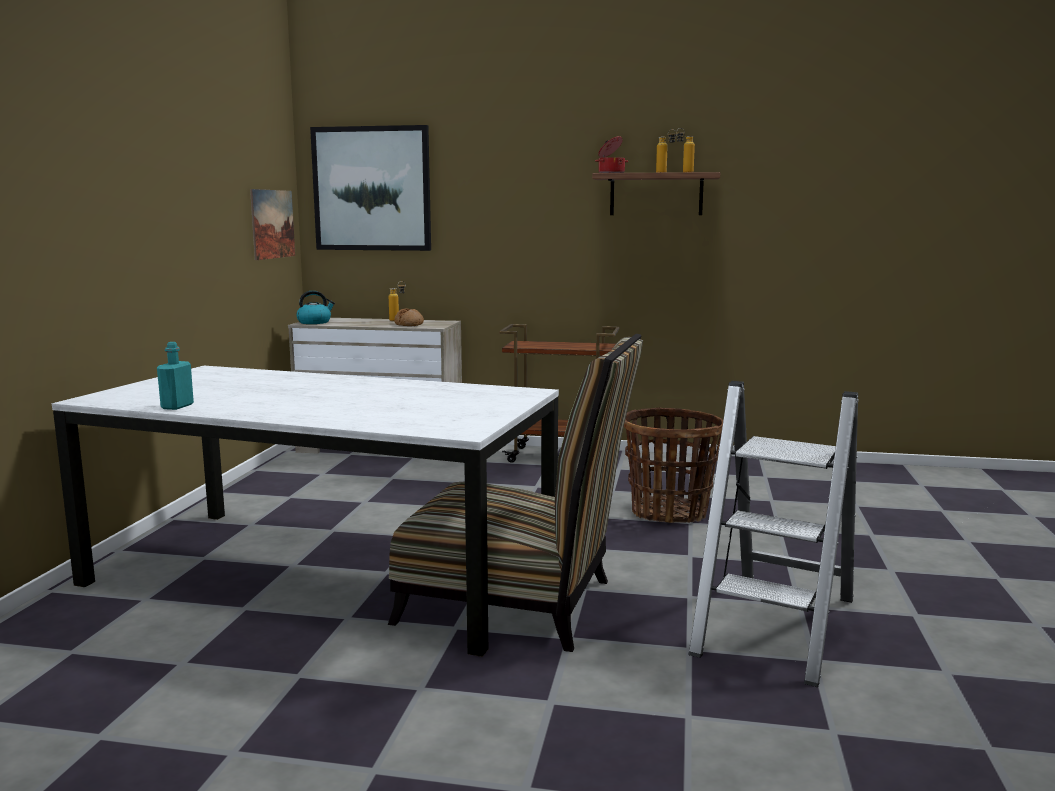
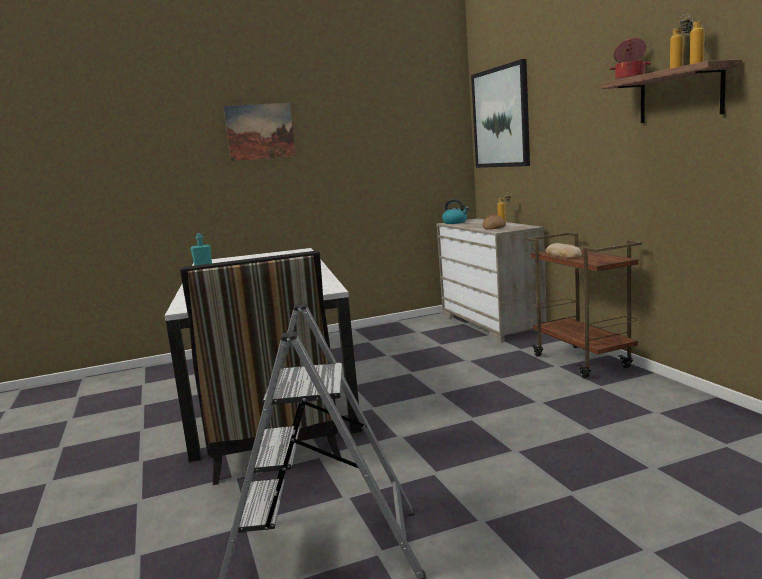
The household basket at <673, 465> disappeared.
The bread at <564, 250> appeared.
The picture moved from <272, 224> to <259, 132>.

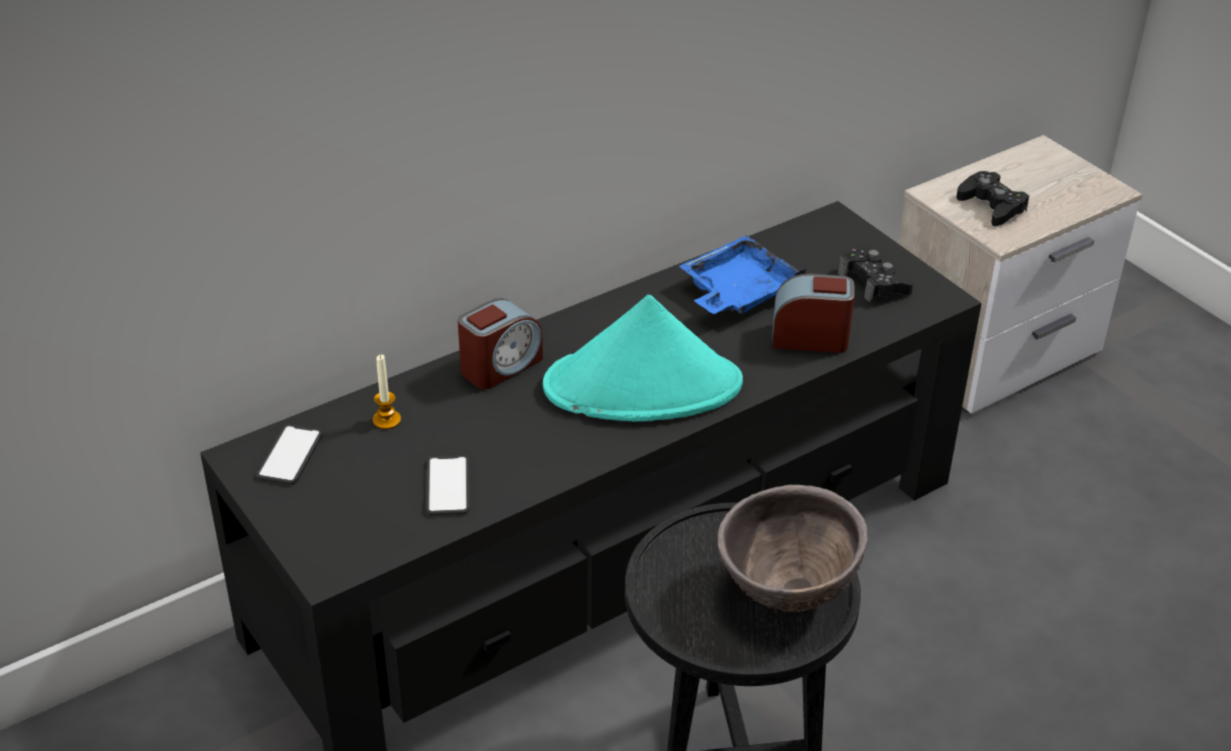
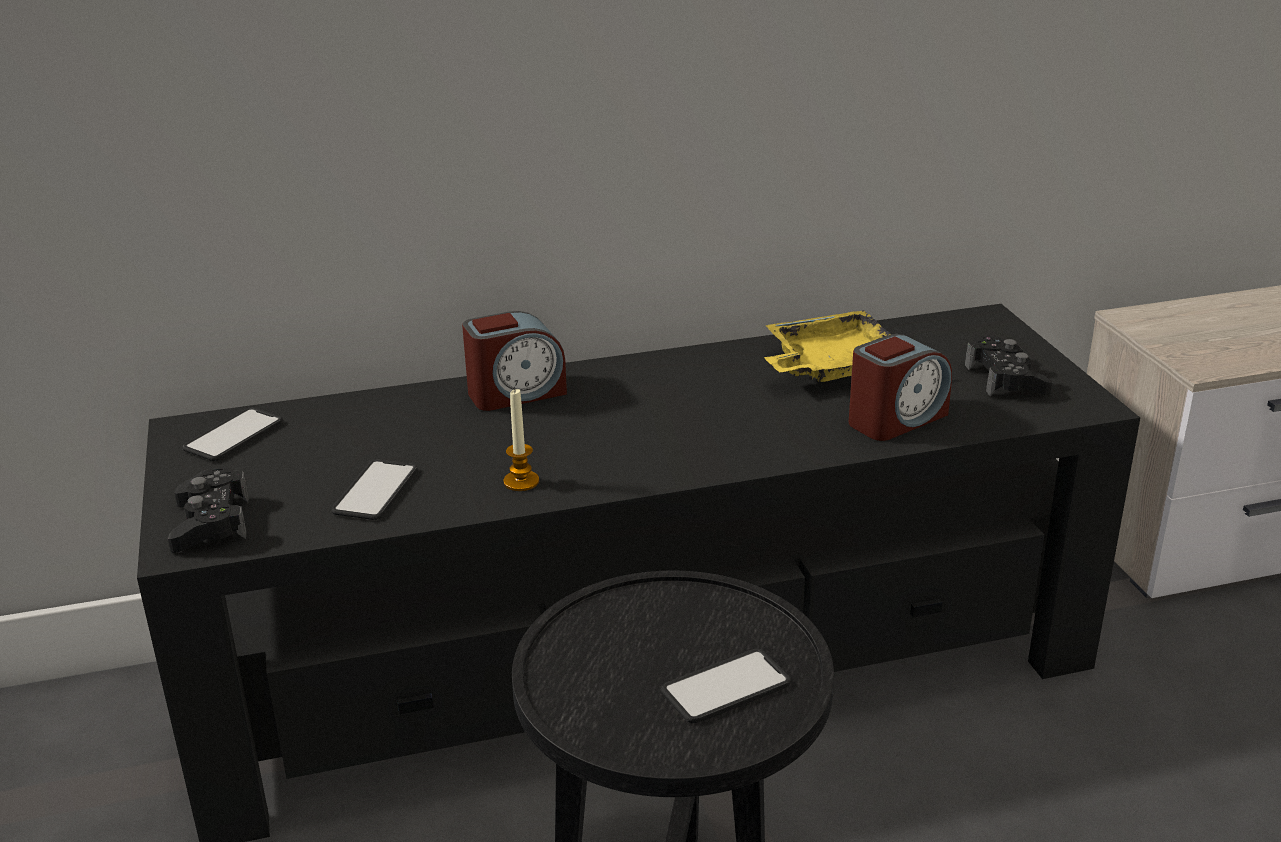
The clothing hat/blue-green at <643, 358> disappeared.
The wax light moved from <387, 391> to <521, 440>.
The gamepad/blackish moved from <992, 198> to <208, 510>.
The bowl/brown at <792, 548> was replaced by the phone at <726, 686>.
The tray/blue at <742, 274> became the tray/yellow at <828, 346>.
The table clock at <813, 313> turned 120 degrees clockwise.

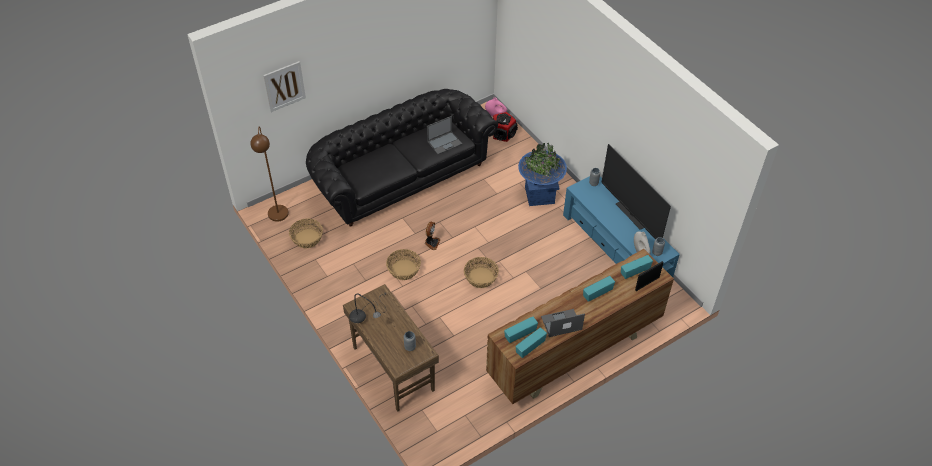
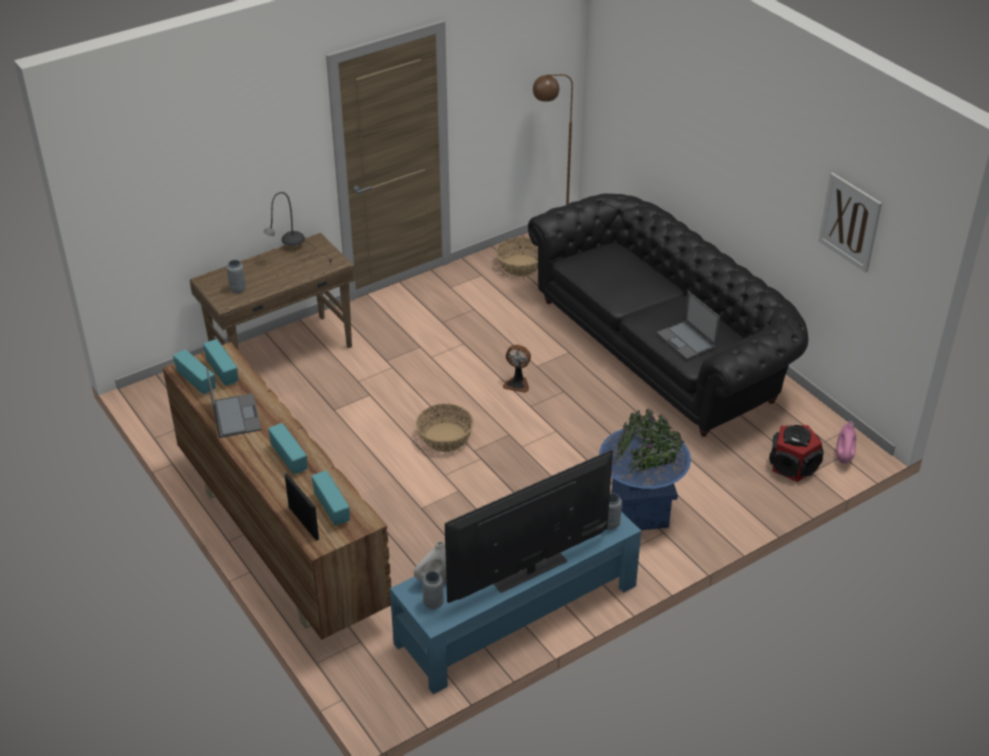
The household basket at <403, 264> disappeared.
The picture moved from <284, 86> to <850, 222>.

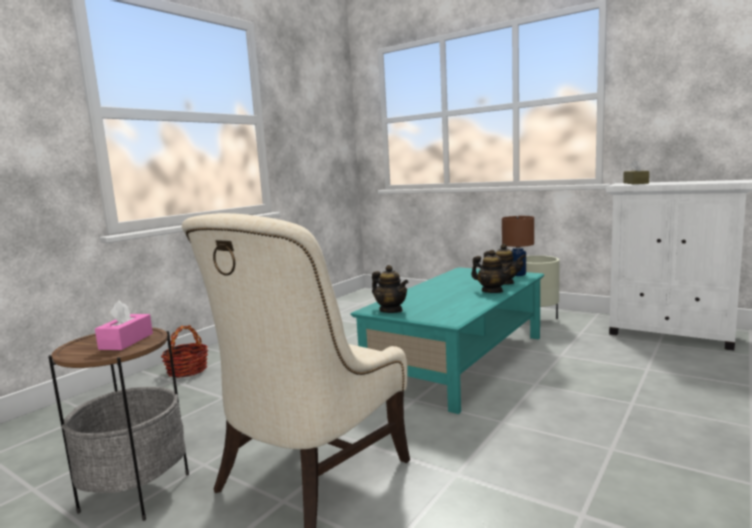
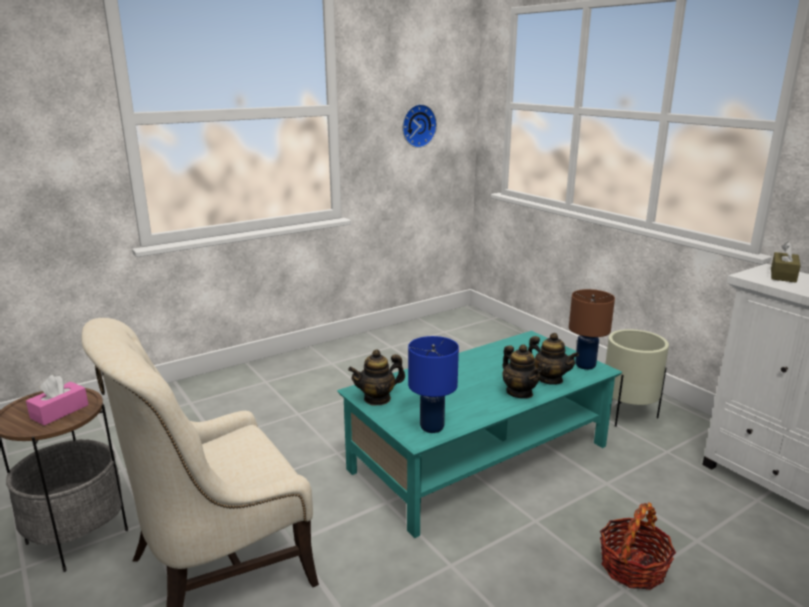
The hanging clock at <419, 126> appeared.
The table lamp/blue at <433, 384> appeared.
The household basket moved from <184, 351> to <638, 546>.
The teapot at <390, 289> turned 90 degrees clockwise.

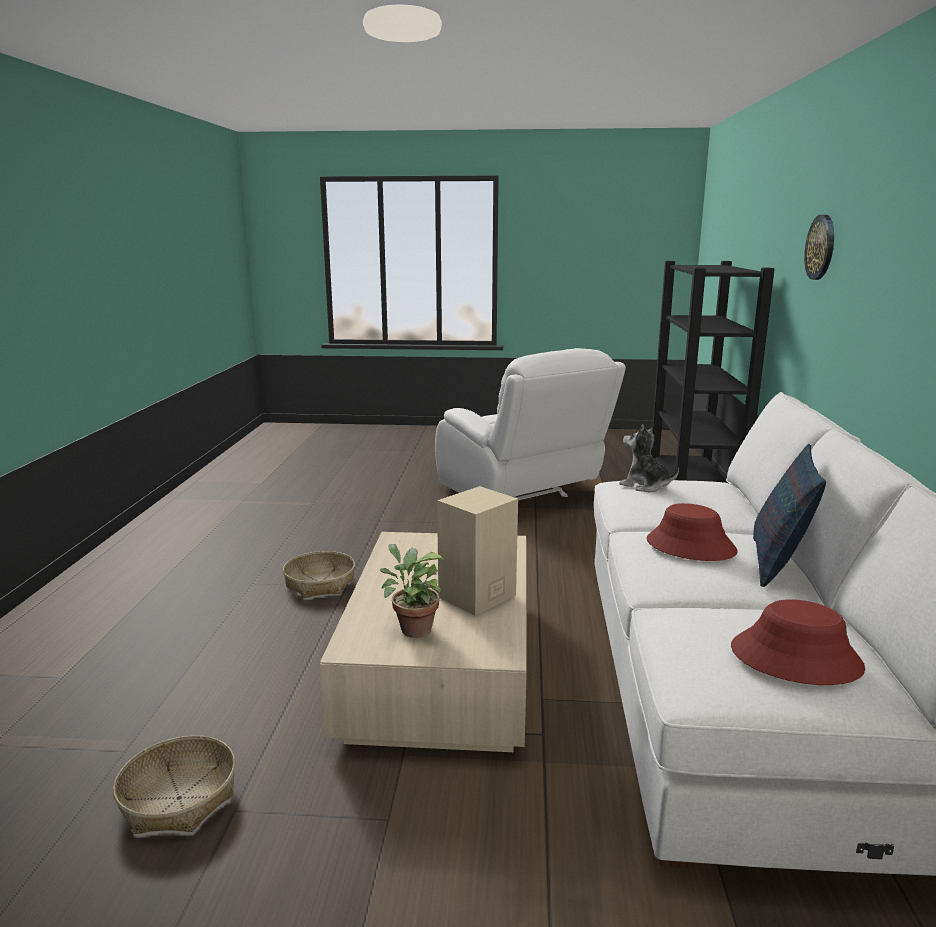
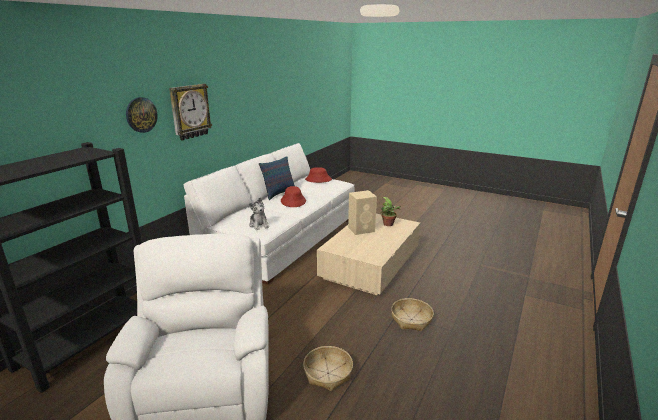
The hanging clock at <190, 112> appeared.
The household basket moved from <174, 784> to <328, 368>.

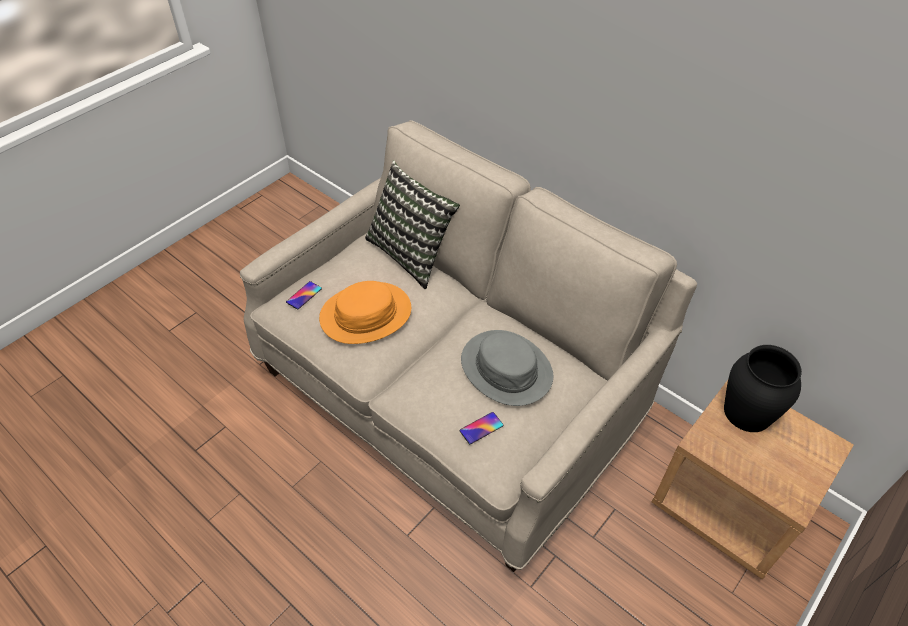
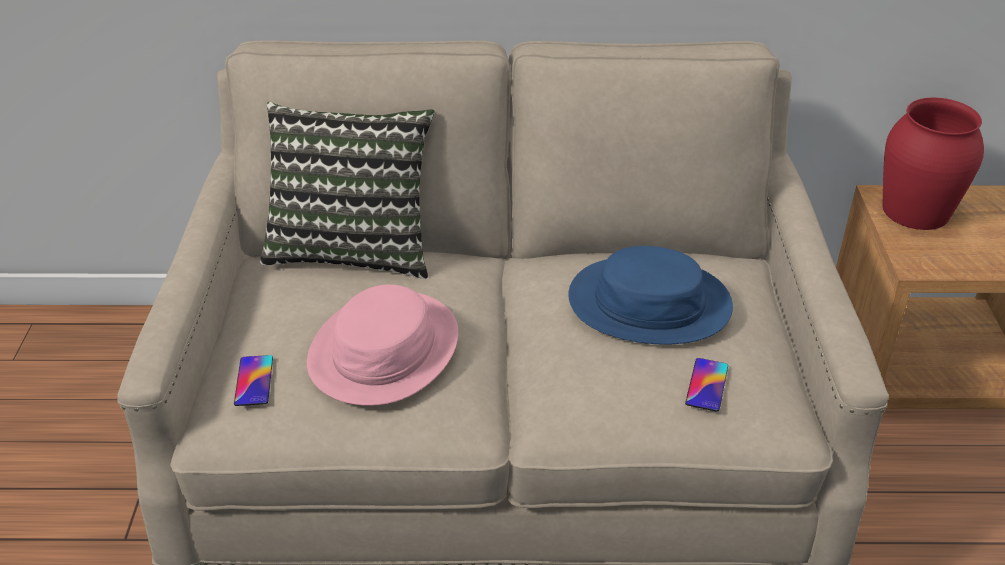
The clothing hat/orange-coloured at <365, 312> became the clothing hat/pink-coloured at <382, 345>.
The clothing hat/gray at <507, 368> became the clothing hat/blue at <650, 295>.
The vase/blackish at <763, 388> became the vase/red-coloured at <933, 164>.

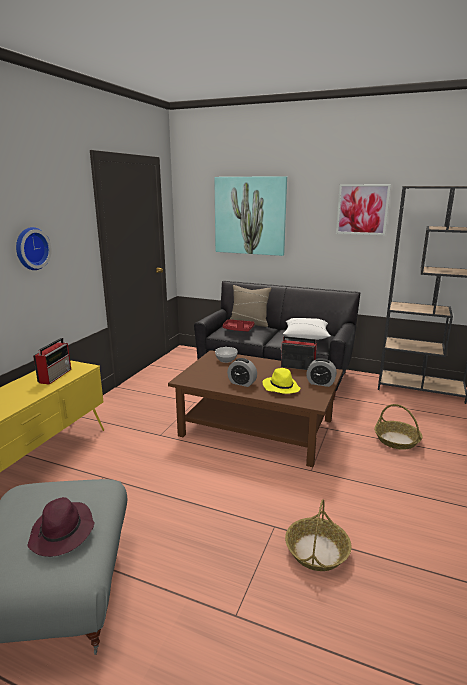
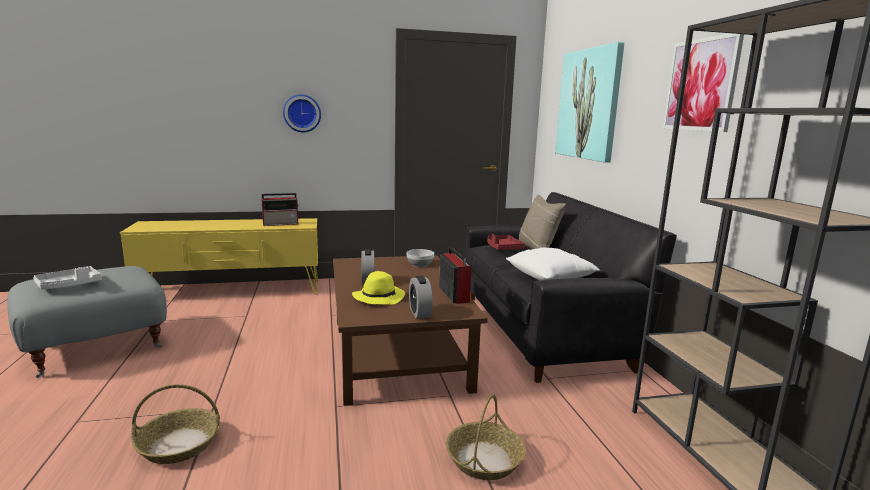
The clothing hat/purple at <61, 527> was replaced by the tray/gray at <67, 277>.

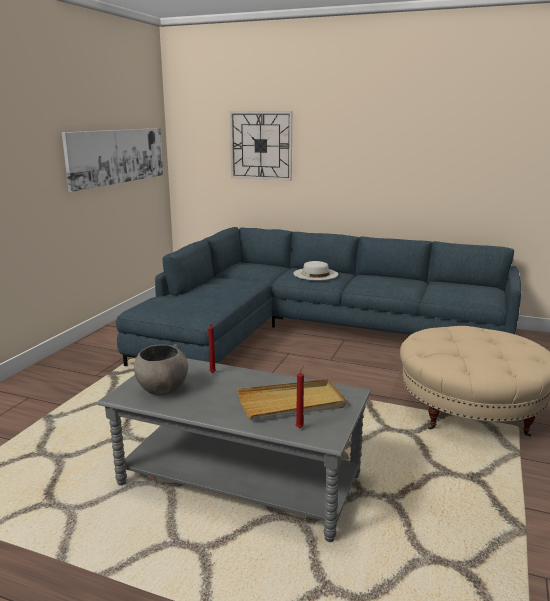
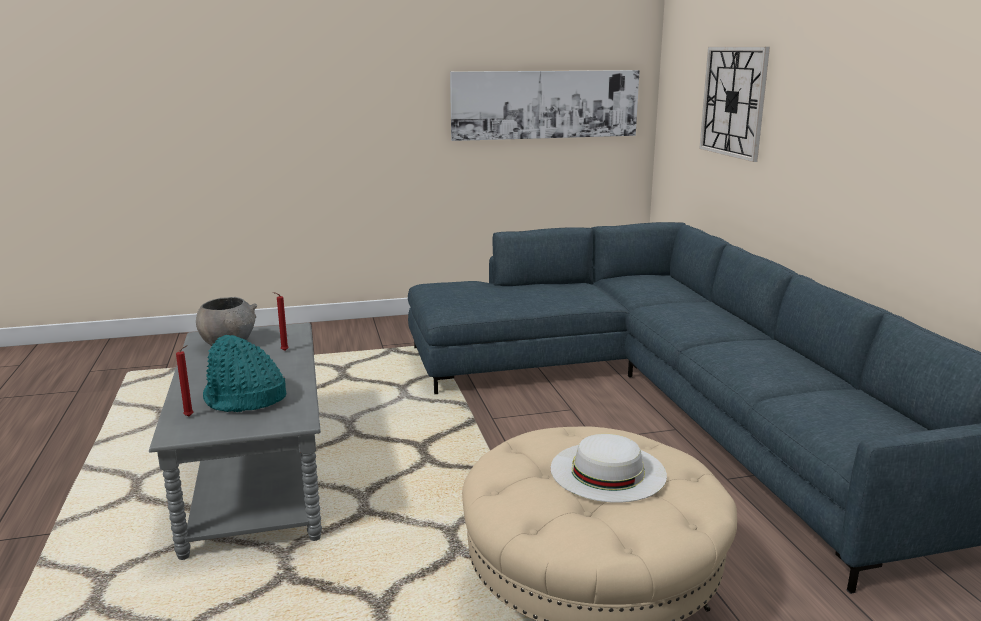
The clothing hat/whitish moved from <316, 270> to <609, 468>.
The tray/beige at <291, 399> was replaced by the clothing hat/blue-green at <244, 373>.

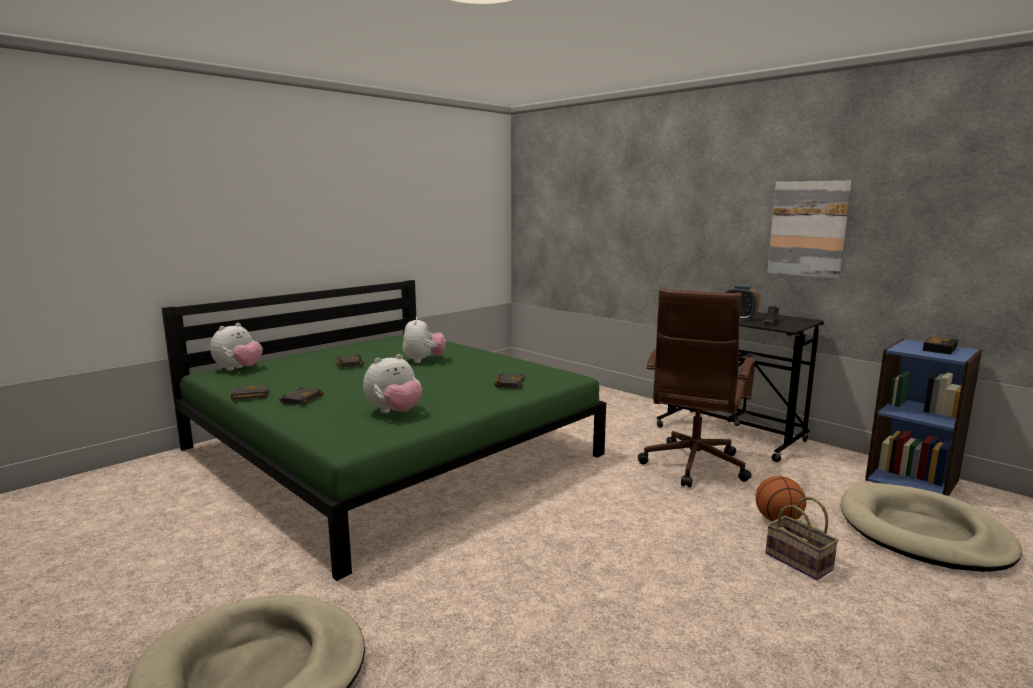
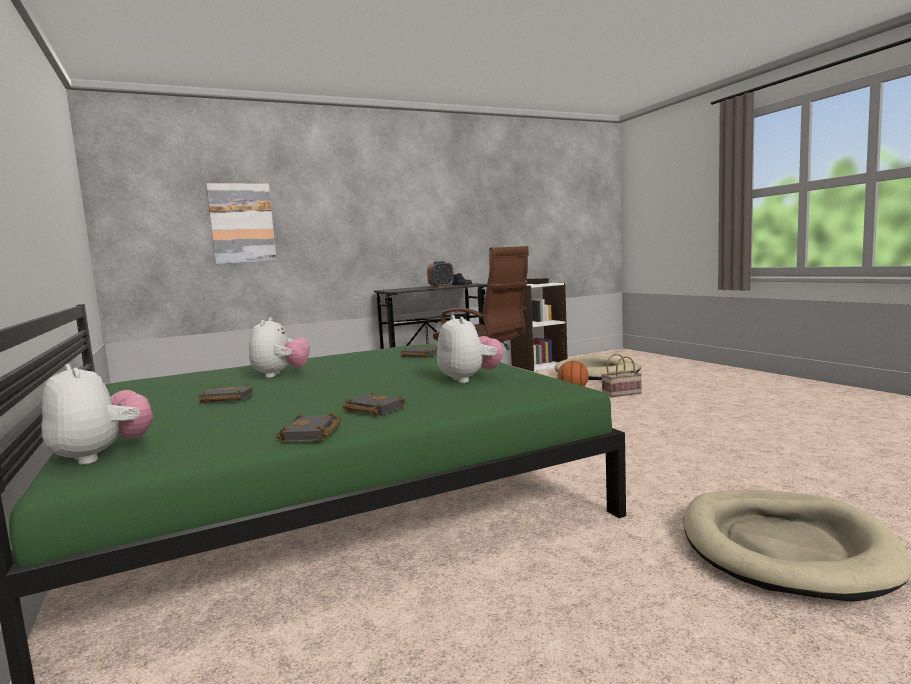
The picture moved from <809, 230> to <241, 223>.
The shelving unit/blue at <923, 417> became the shelving unit/whitish at <539, 327>.
The plush toy at <424, 340> turned 75 degrees clockwise.

